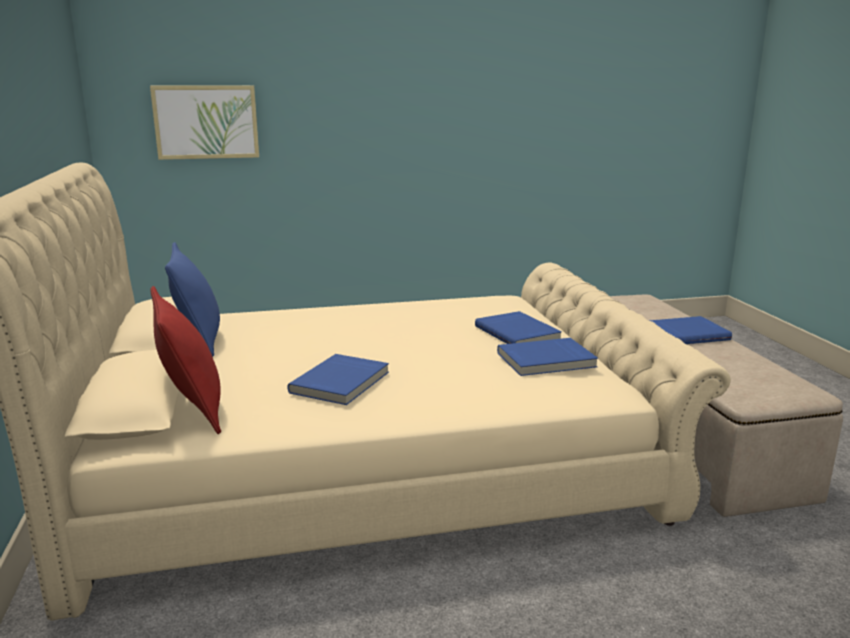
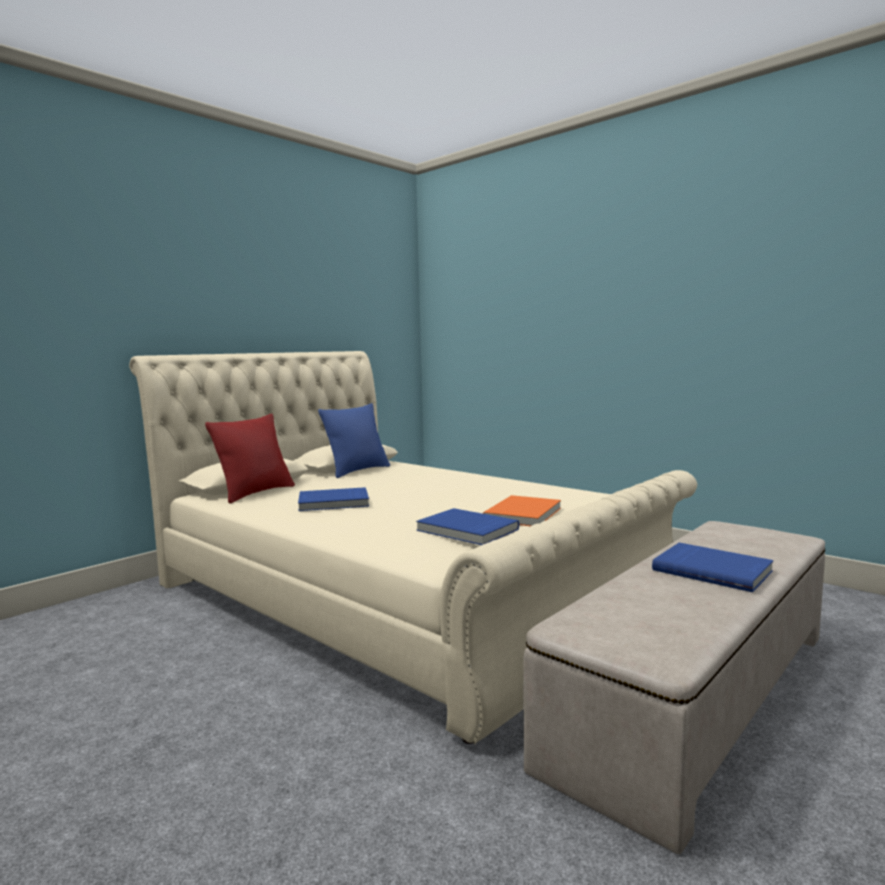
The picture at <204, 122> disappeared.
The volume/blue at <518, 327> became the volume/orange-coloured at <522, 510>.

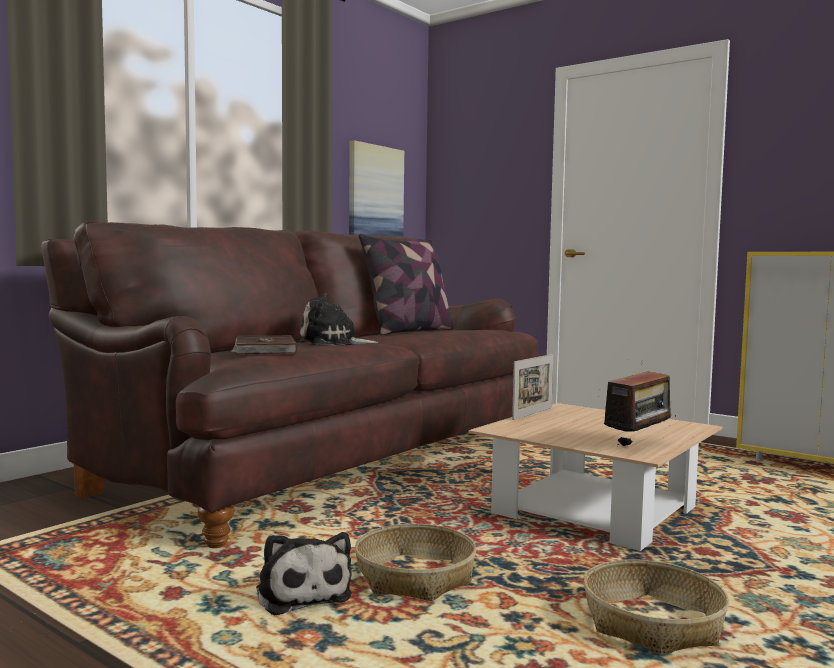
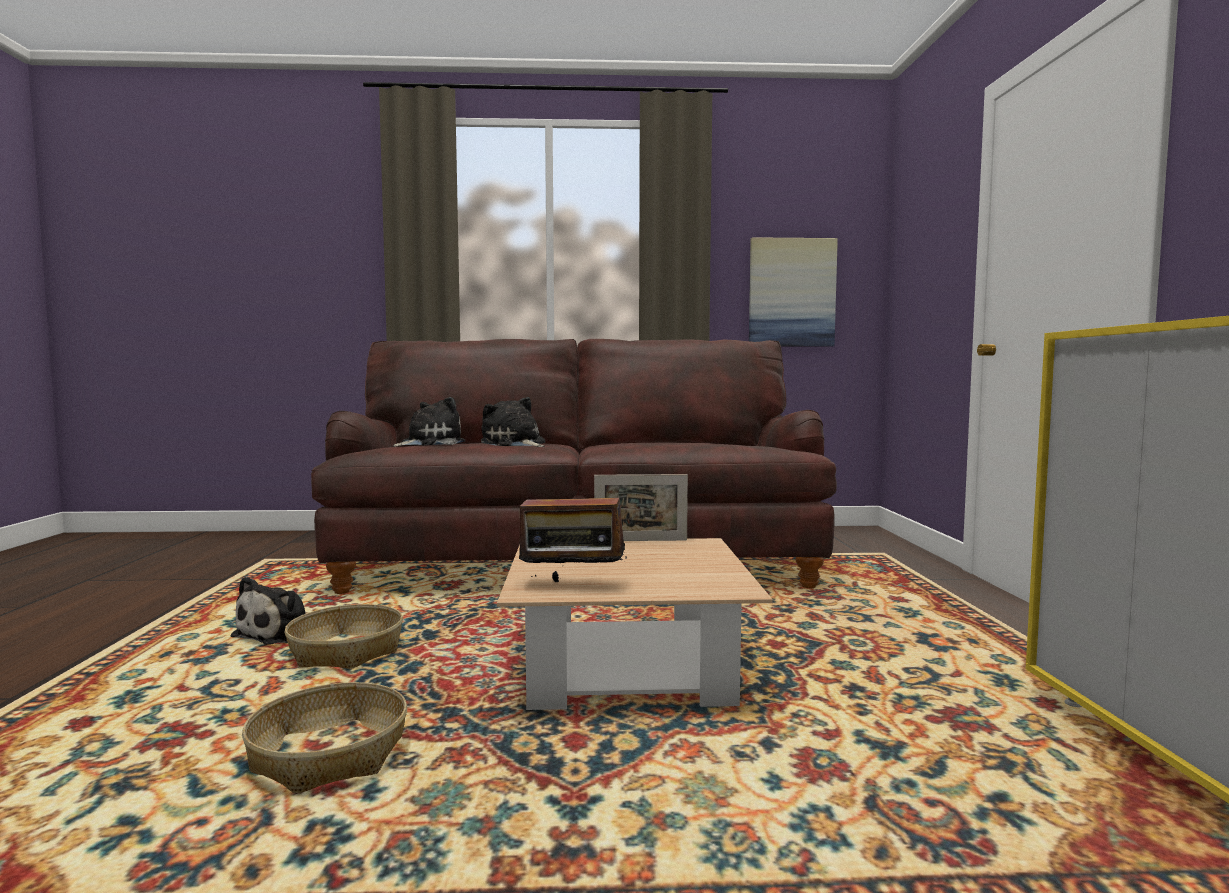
The cushion at <406, 284> disappeared.
The volume/brown at <264, 345> was replaced by the plush toy at <429, 422>.

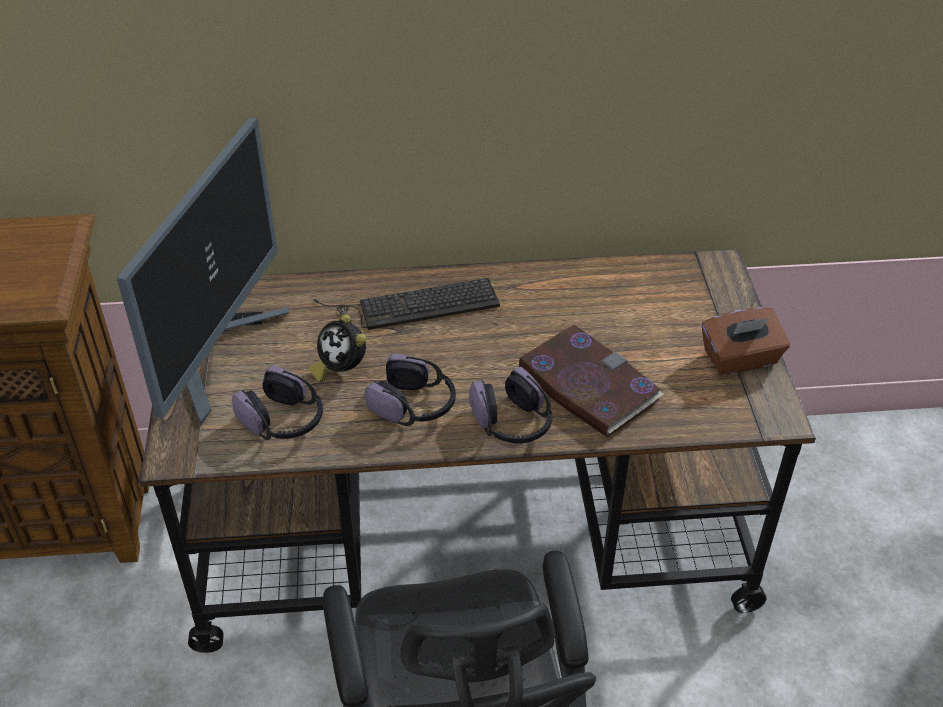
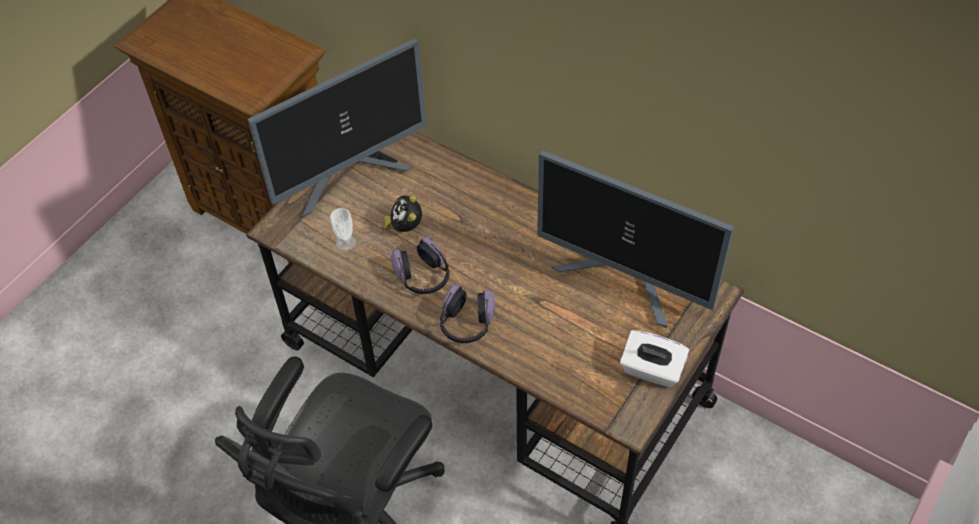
The computer keyboard at <407, 304> disappeared.
The volume at <591, 380> disappeared.
The computer screen at <635, 239> appeared.
The headset at <277, 402> was replaced by the drinking cup at <343, 229>.
The box of tissues/brown at <746, 341> became the box of tissues/whitish at <654, 359>.

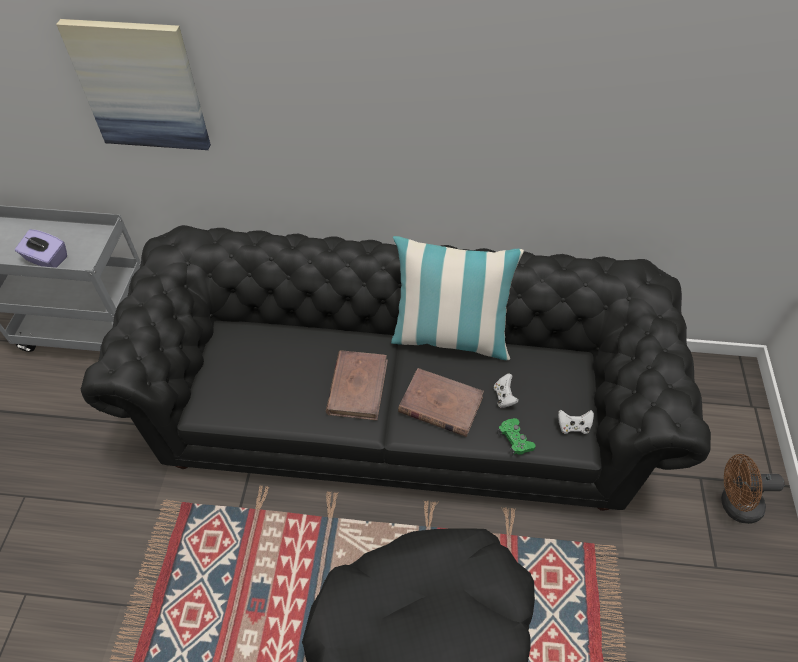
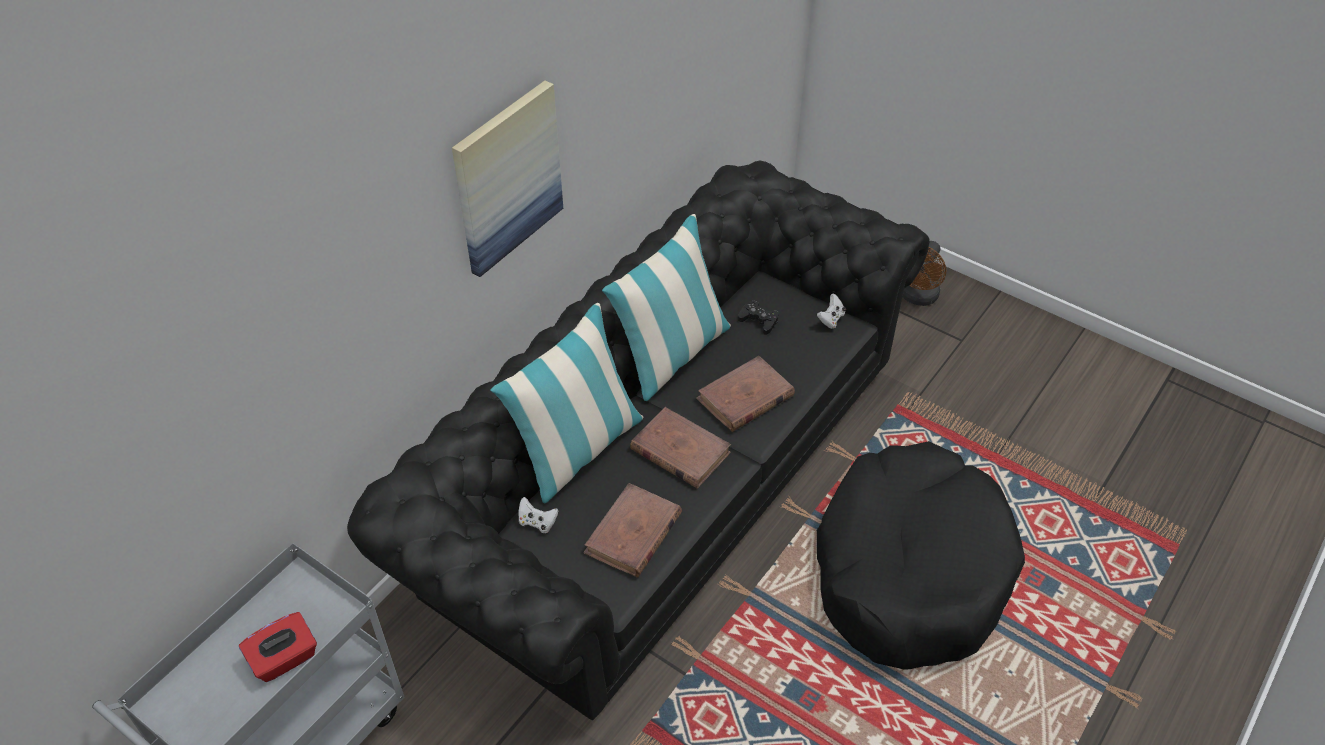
The gamepad/green at <516, 437> disappeared.
The cushion at <567, 403> appeared.
The volume/brown at <632, 530> appeared.
The gamepad/blackish at <758, 317> appeared.
The picture moved from <133, 84> to <507, 178>.
The gamepad/whitish moved from <506, 391> to <538, 515>.
The box of tissues/purple at <41, 248> became the box of tissues/red-coloured at <278, 647>.

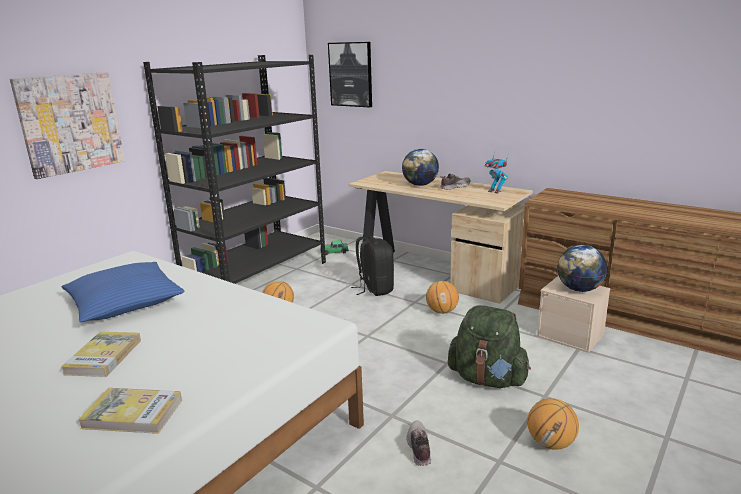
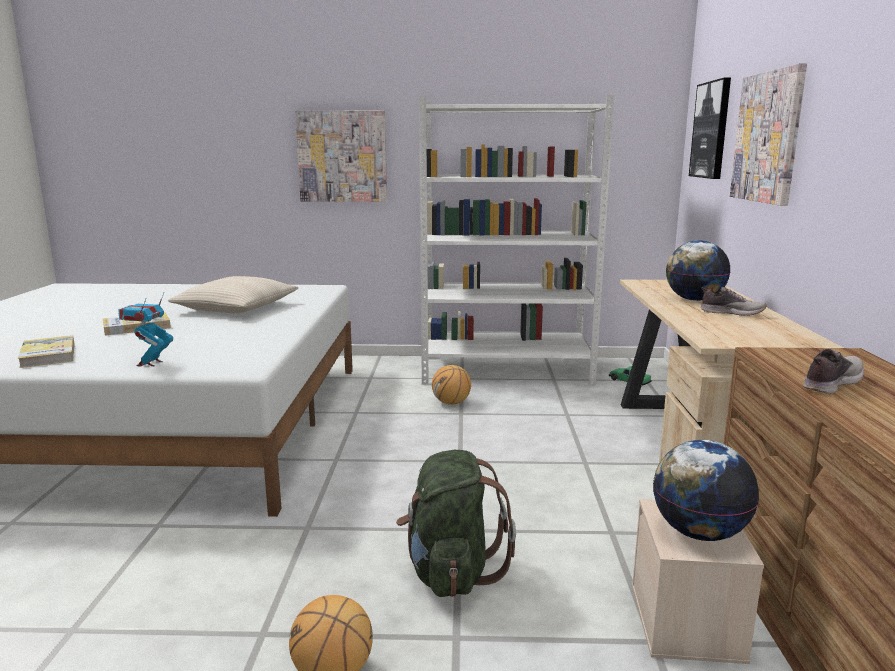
The backpack/blackish at <372, 266> disappeared.
The basketball at <442, 297> disappeared.
The picture at <768, 134> appeared.
The item of footwear moved from <418, 443> to <833, 371>.
The toy robot moved from <497, 173> to <145, 329>.
The cushion/blue at <123, 292> became the cushion/beige at <233, 294>.
The shelving unit/blackish at <234, 169> became the shelving unit/whitish at <516, 240>.

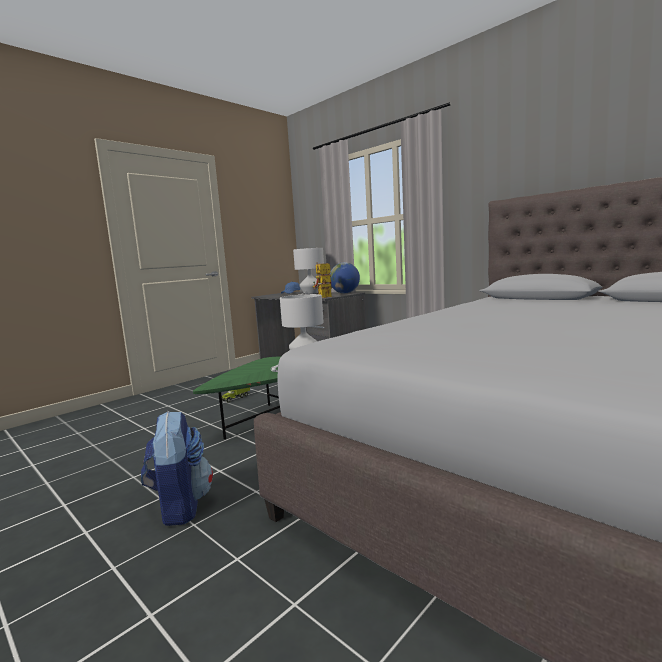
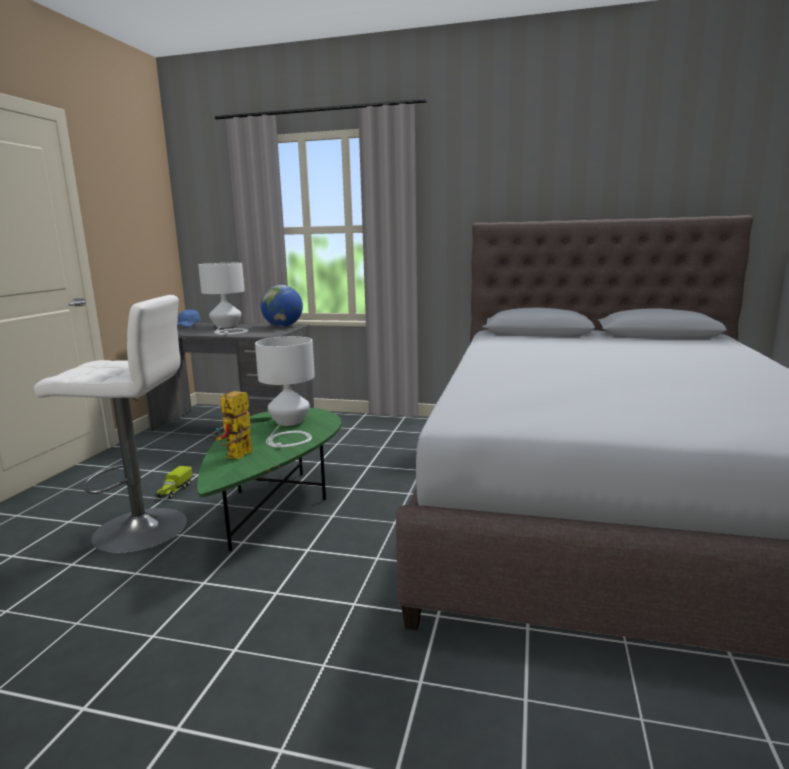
The backpack at <177, 468> disappeared.
The stool/whitish at <110, 424> appeared.
The toy robot moved from <322, 280> to <234, 425>.

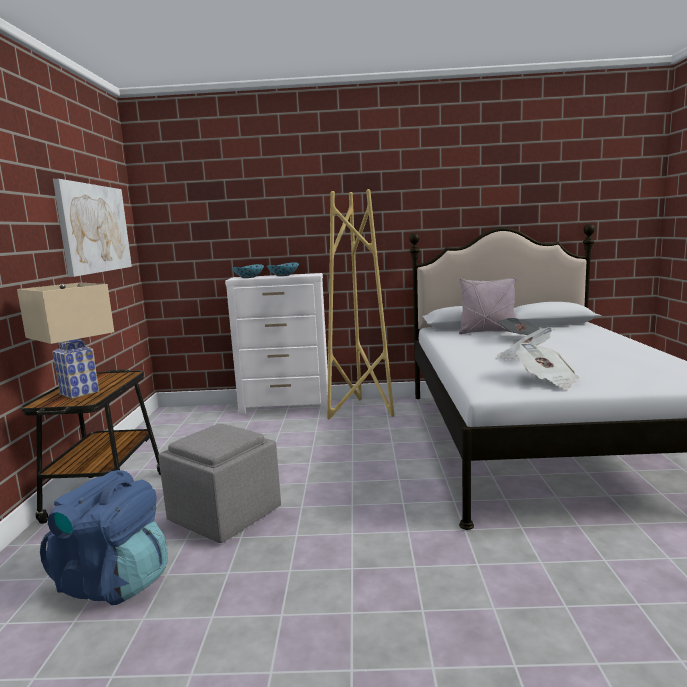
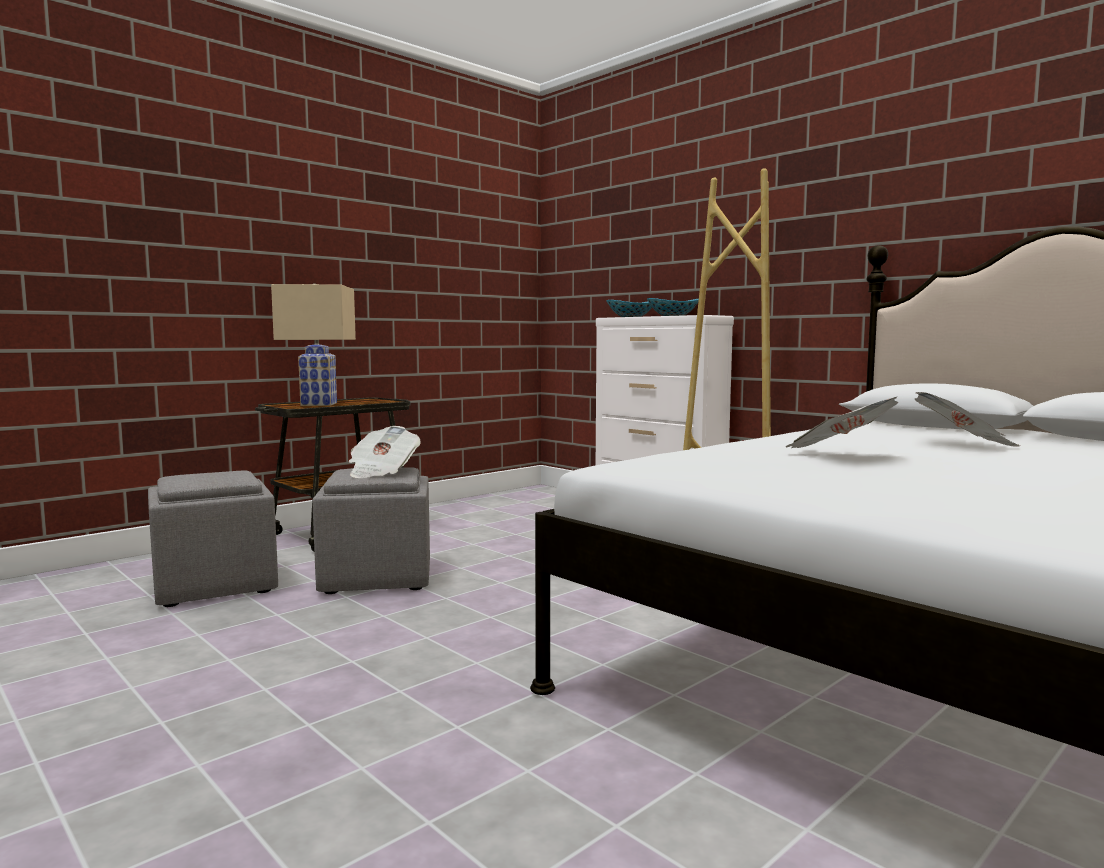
The picture at <92, 228> disappeared.
The cushion/purple at <487, 306> disappeared.
The printed paper moved from <547, 366> to <384, 452>.
The backpack/blue at <104, 537> was replaced by the footrest/gray at <213, 538>.

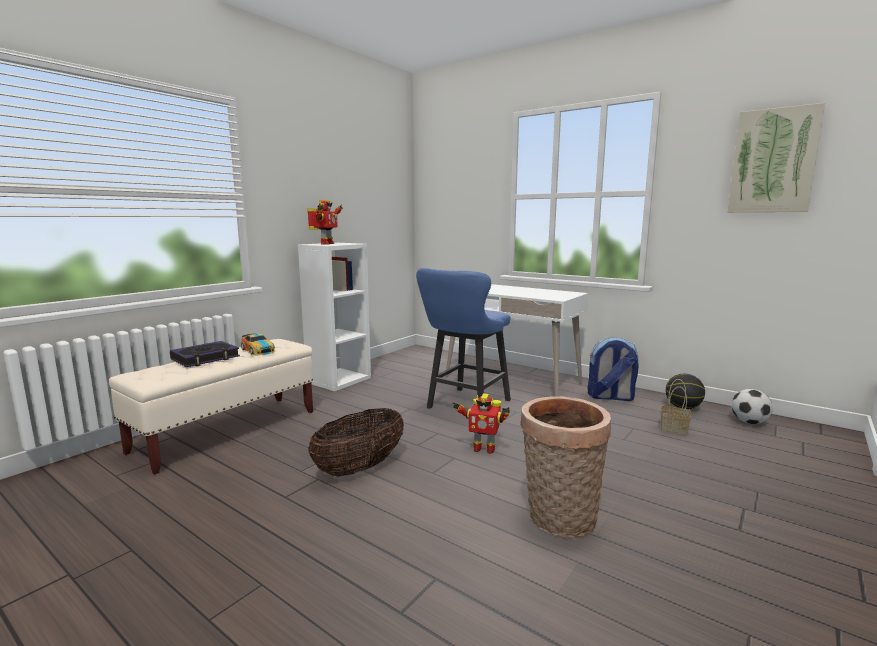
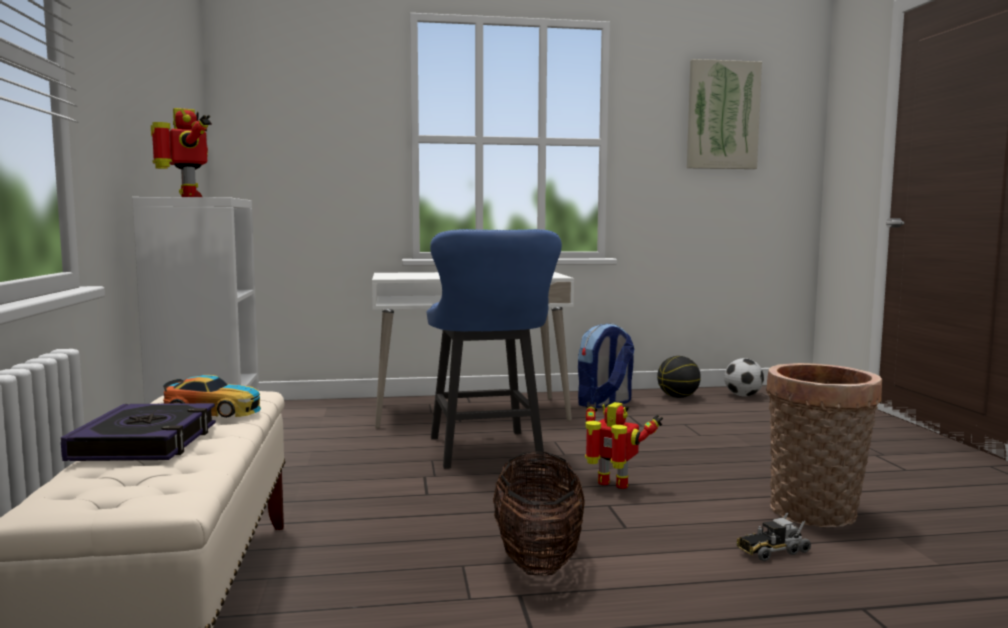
The household basket at <675, 407> disappeared.
The toy truck at <774, 537> appeared.
The toy robot at <481, 423> turned 120 degrees counterclockwise.

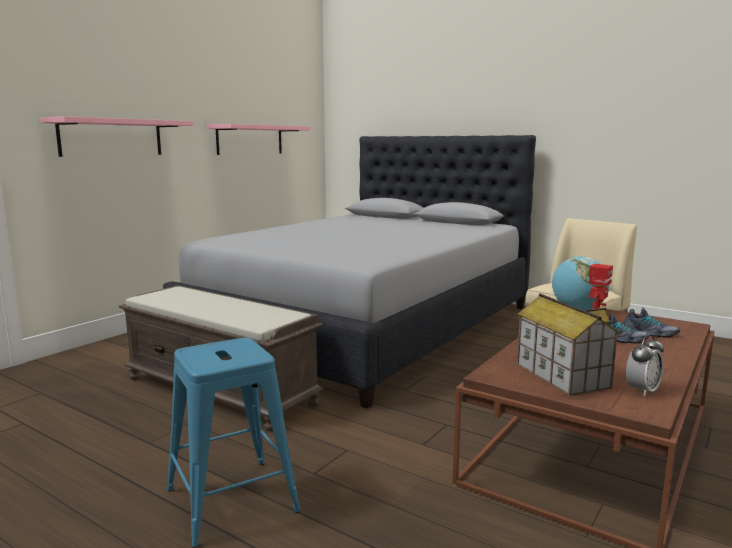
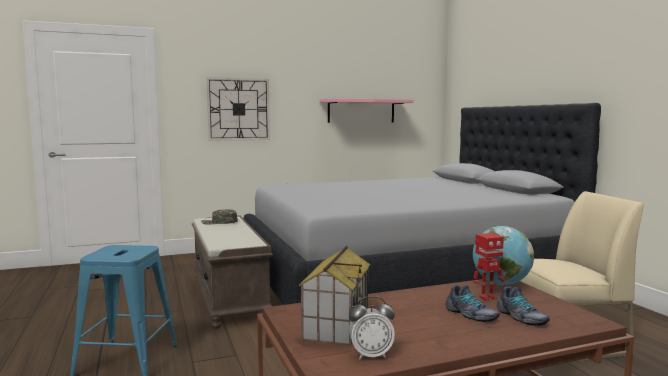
The peaked cap/green at <219, 217> appeared.
The bracket shelf/pink-coloured at <116, 136> was replaced by the hanging clock at <238, 109>.

